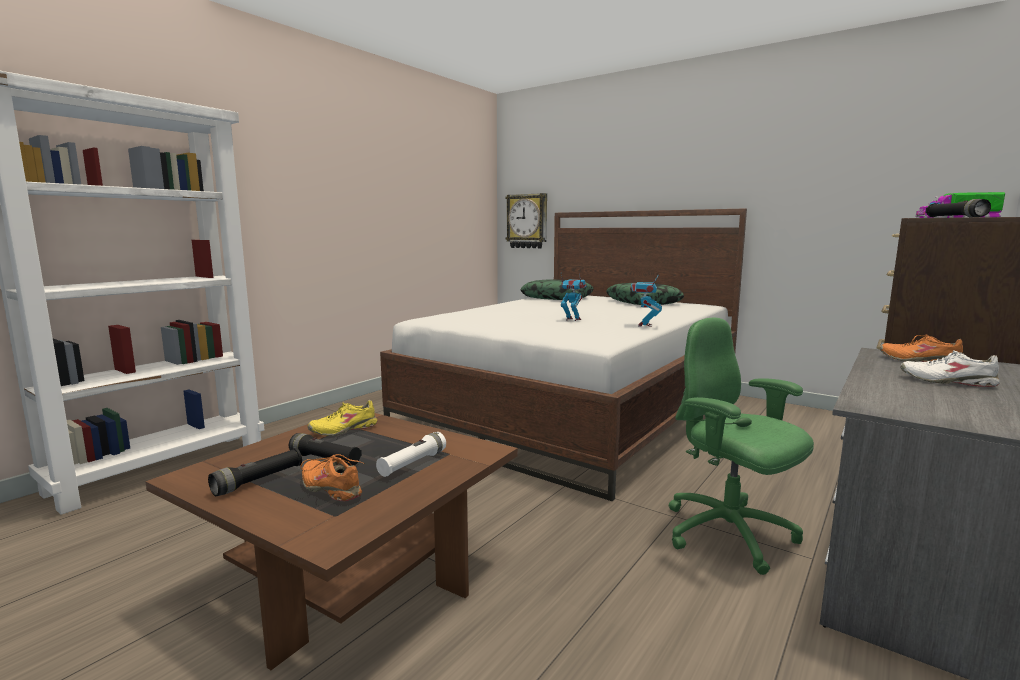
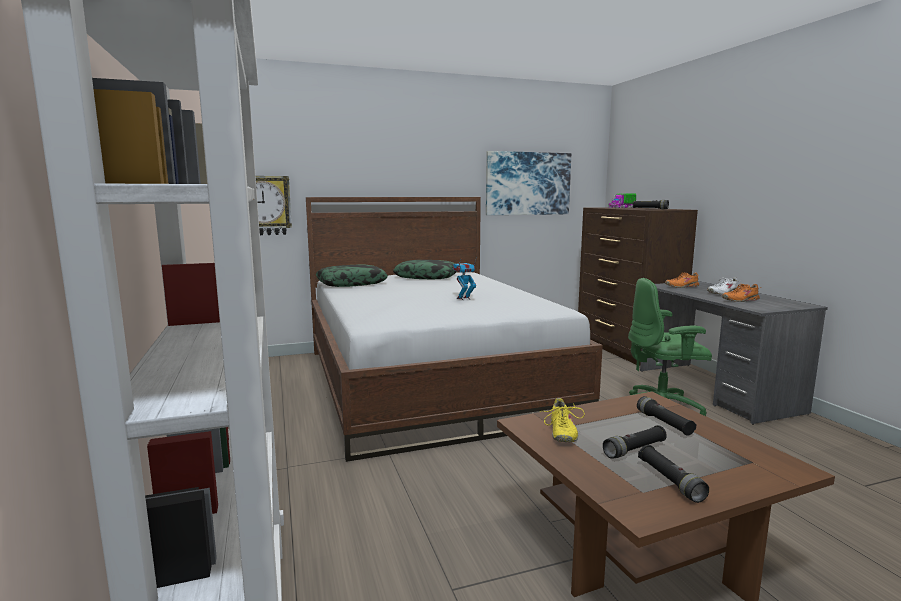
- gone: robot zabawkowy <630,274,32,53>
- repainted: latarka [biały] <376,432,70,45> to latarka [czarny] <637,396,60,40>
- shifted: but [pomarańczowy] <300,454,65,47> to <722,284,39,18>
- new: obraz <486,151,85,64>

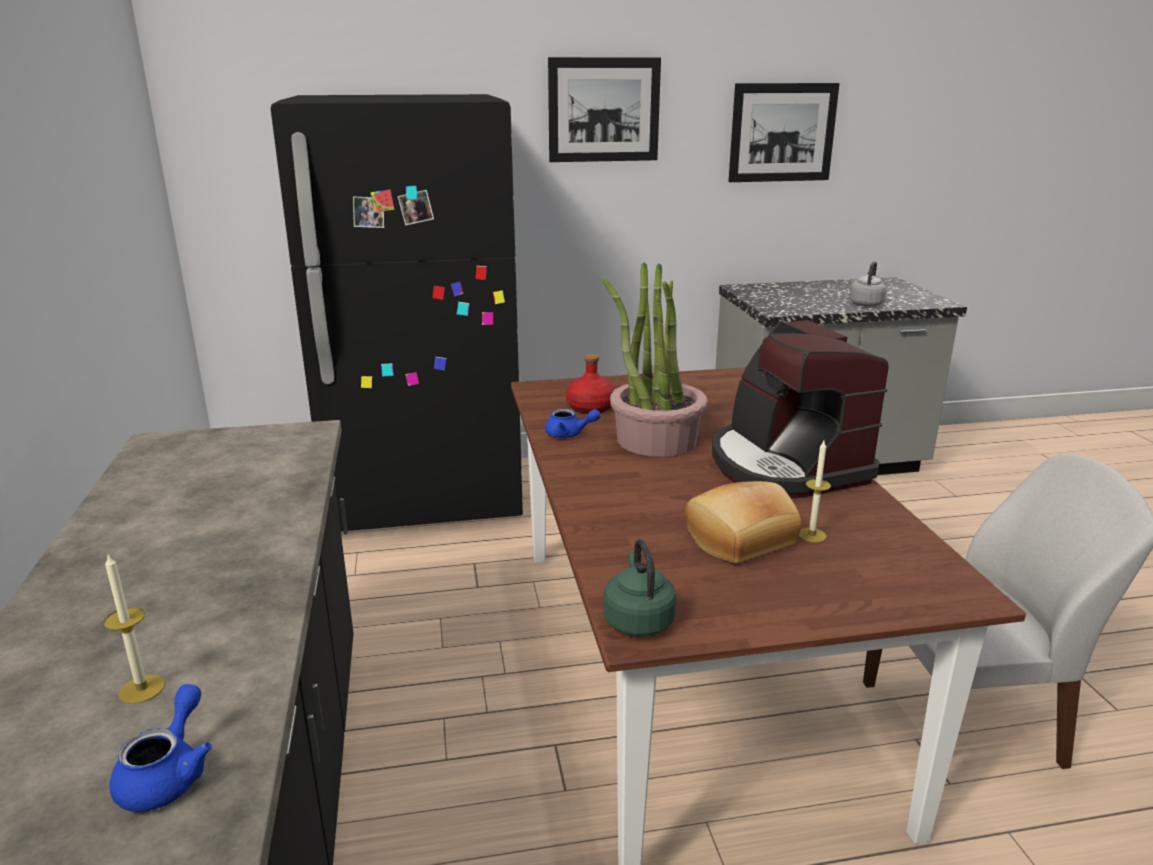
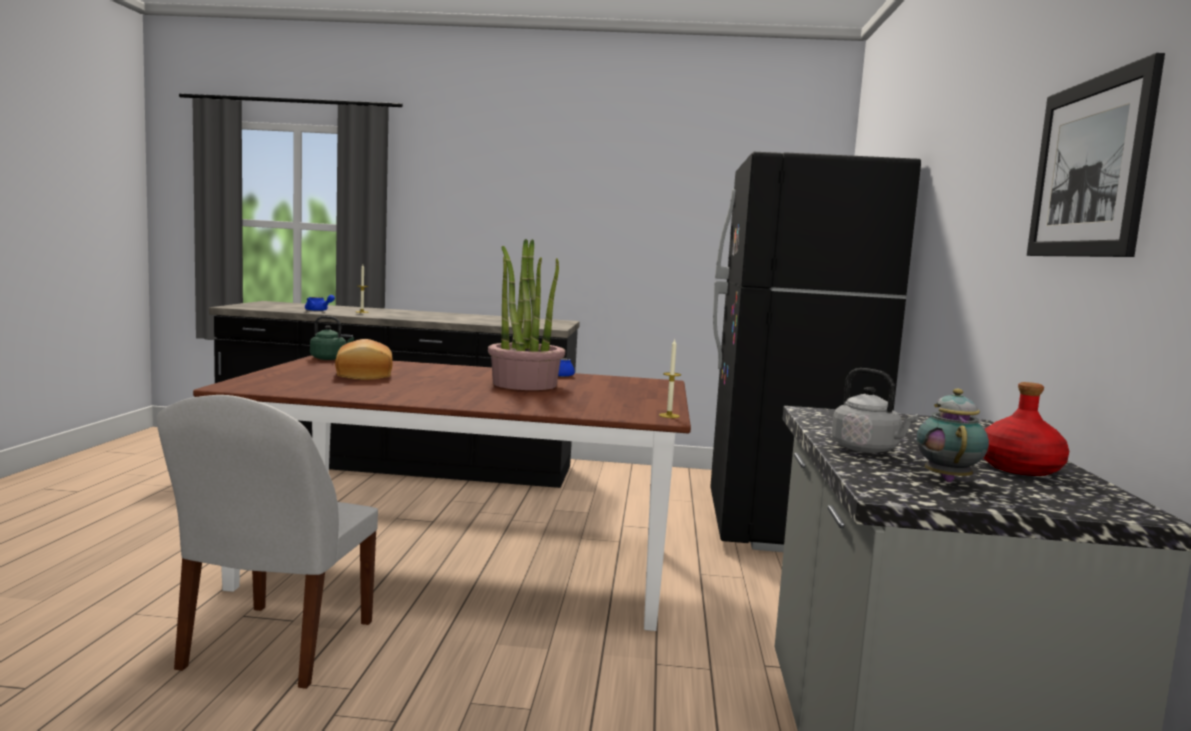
- gone: obraz <548,57,113,105>
- gone: ekspres do kawy <712,320,177,178>
- shifted: butelka [czerwony] <566,354,49,60> to <983,382,86,94>
- shifted: świeca <798,441,33,102> to <659,339,22,79>
- new: imbryk <916,388,73,94>

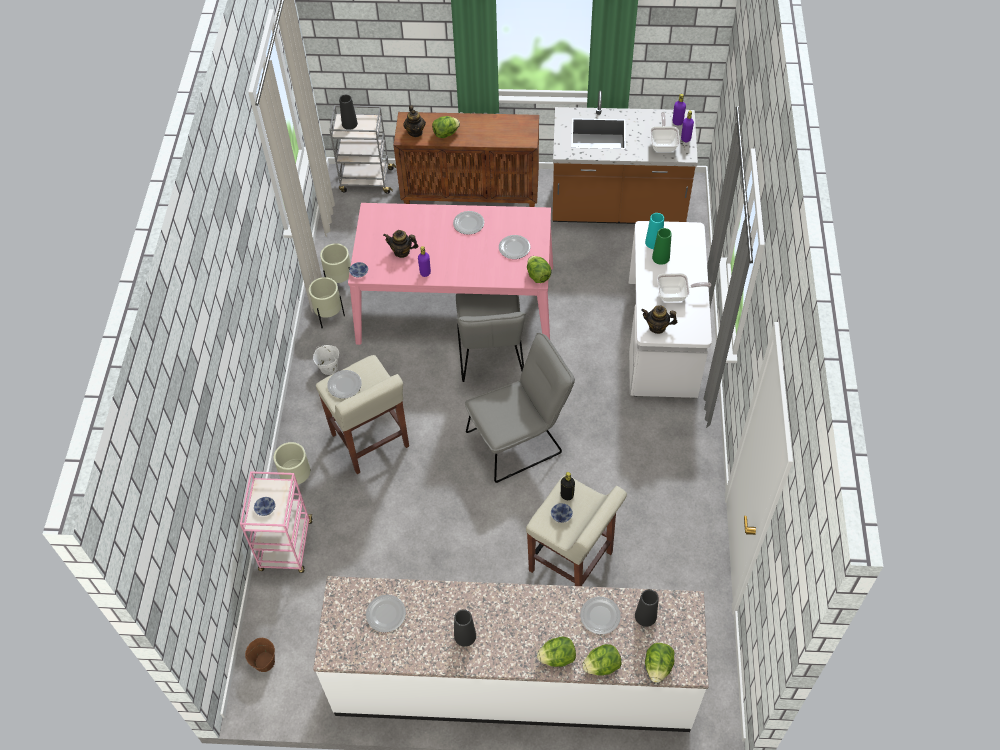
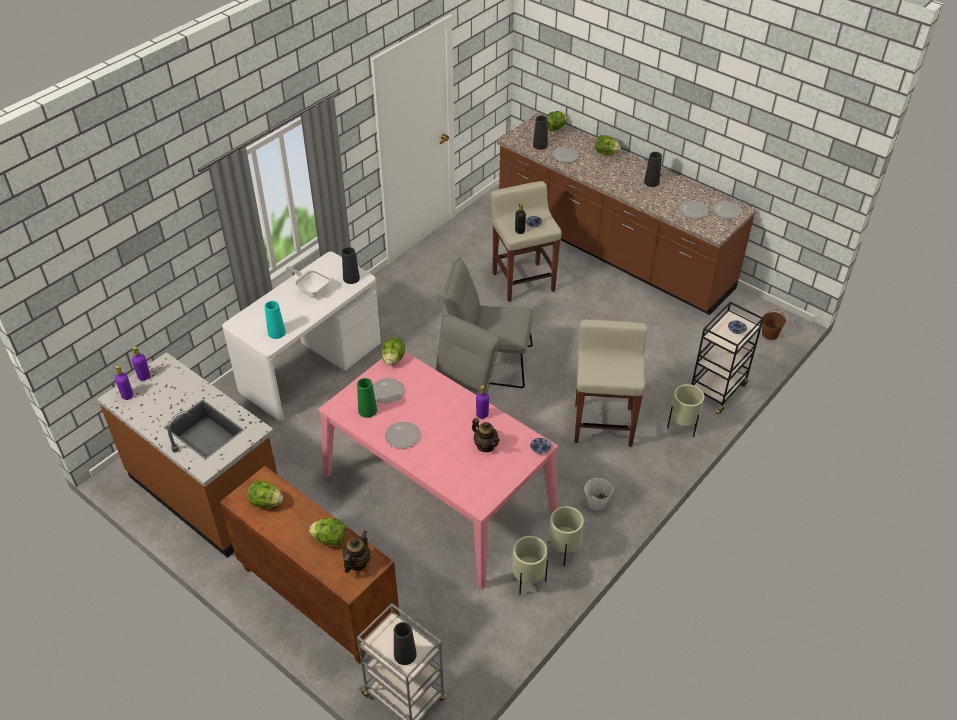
- gone: patelnia <650,112,30,40>
- shifted: wazon [zielony] <652,228,20,37> to <357,378,20,40>
- swapped: imbryk <641,305,36,29> to wazon [czarny] <342,247,18,37>
- shifted: talerz <327,370,35,29> to <712,201,30,18>
- repainted: wózek [różowy] <240,471,73,102> to wózek [czarny] <691,302,73,112>
- repainted: zabudowa kuchenna [biały] <313,576,396,156> to zabudowa kuchenna [brązowy] <497,113,259,202>
- shifted: sałata <582,644,40,32> to <247,481,36,27>

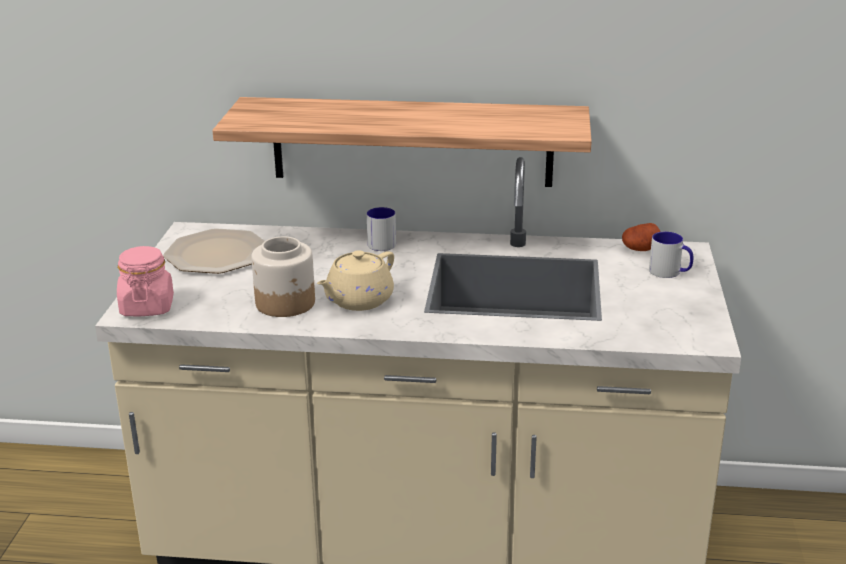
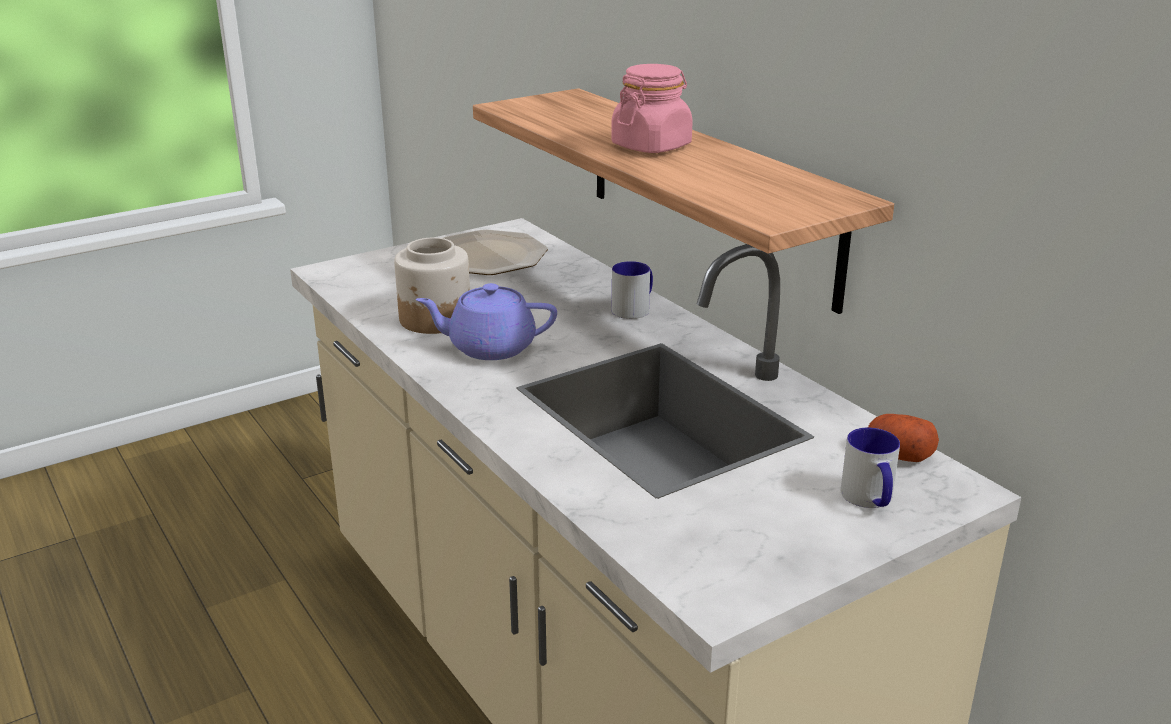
- shifted: słoik [różowy] <117,246,57,70> to <611,64,82,89>
- repainted: imbryk [beżowy] <317,250,77,61> to imbryk [fioletowy] <416,283,141,77>

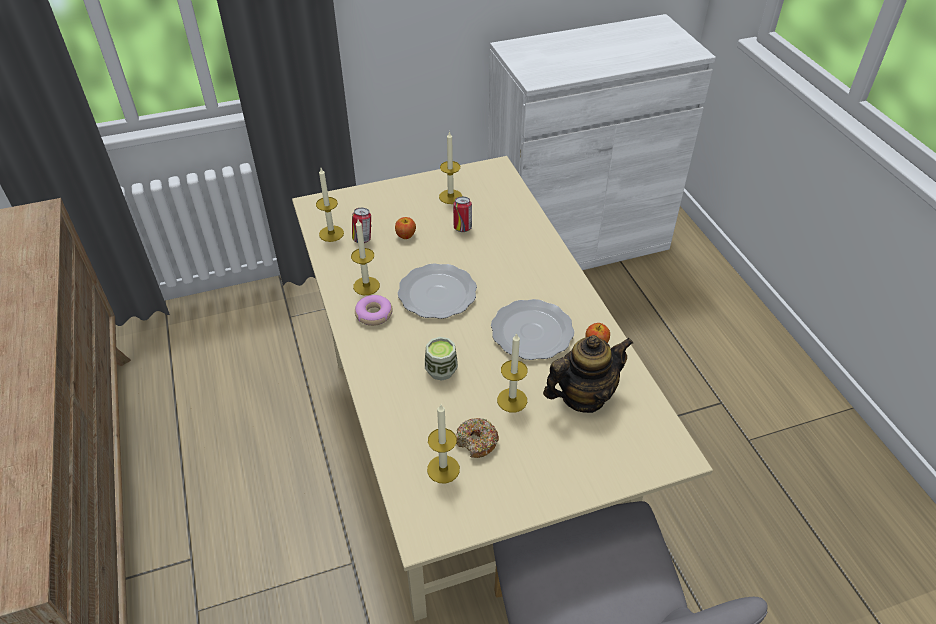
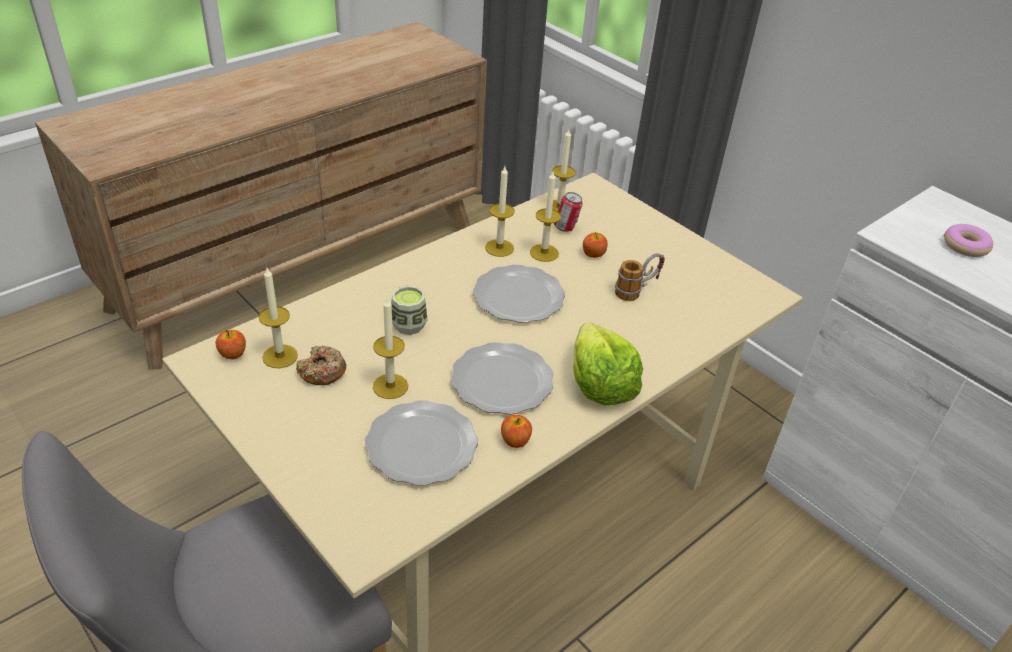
- shifted: świeca <439,131,23,73> to <530,172,31,90>
- swapped: puszka <453,197,19,35> to kubek <615,253,50,48>
- shifted: donut <355,295,38,31> to <944,224,49,33>
- swapped: imbryk <543,335,90,78> to talerz <365,400,113,86>
- new: sałata <573,323,70,82>
- new: jabłko <216,330,30,30>

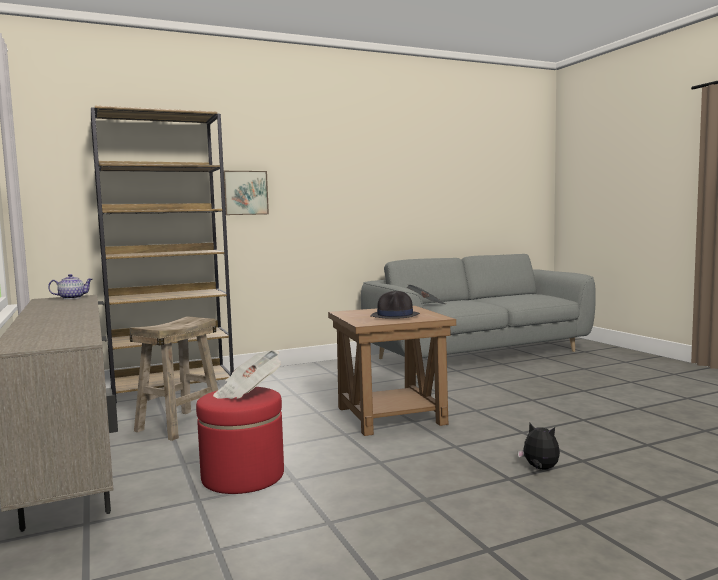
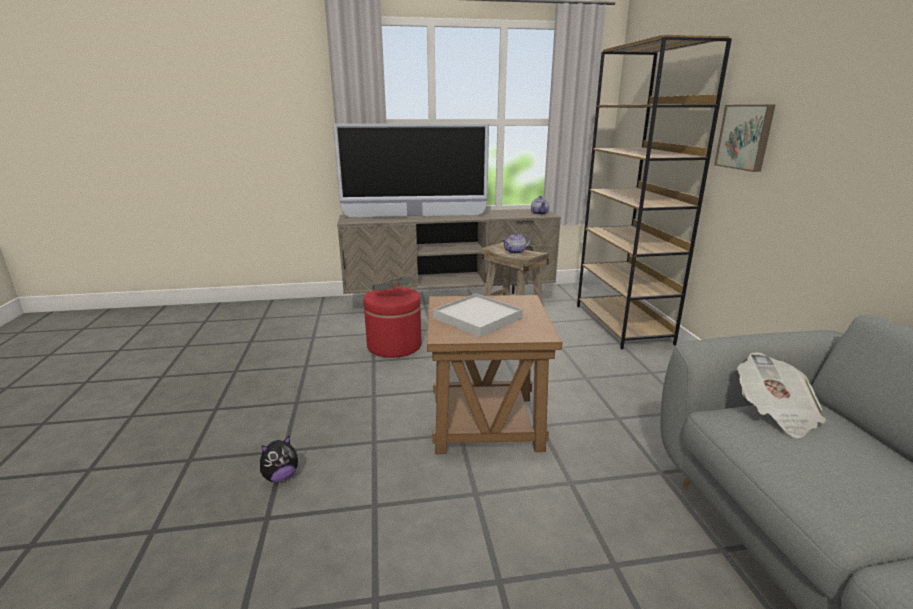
- swapped: kapelusz [czarny] <371,291,49,28> to taca [biały] <433,294,90,43>
- new: telewizor <333,123,156,95>
- new: imbryk <502,232,28,22>

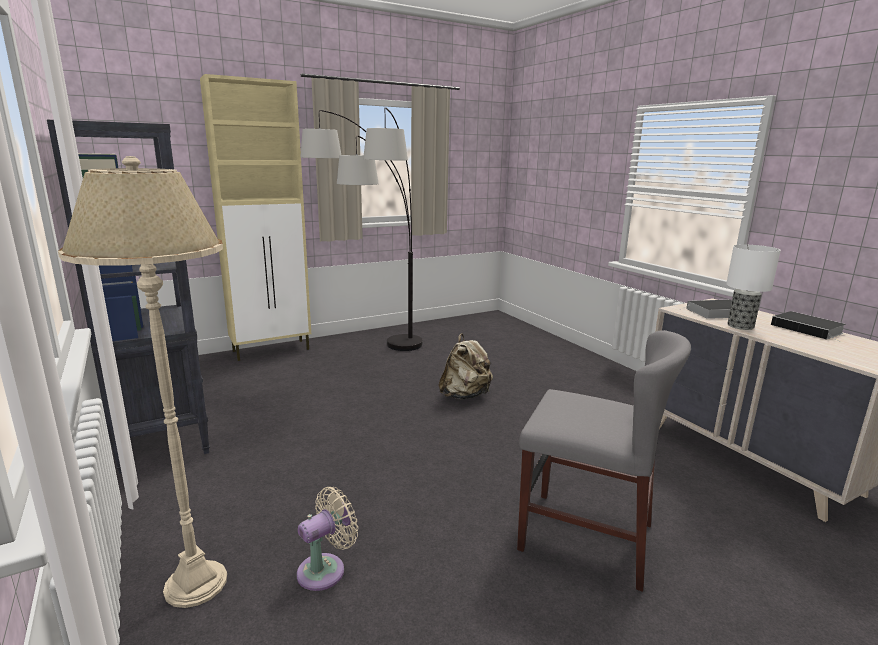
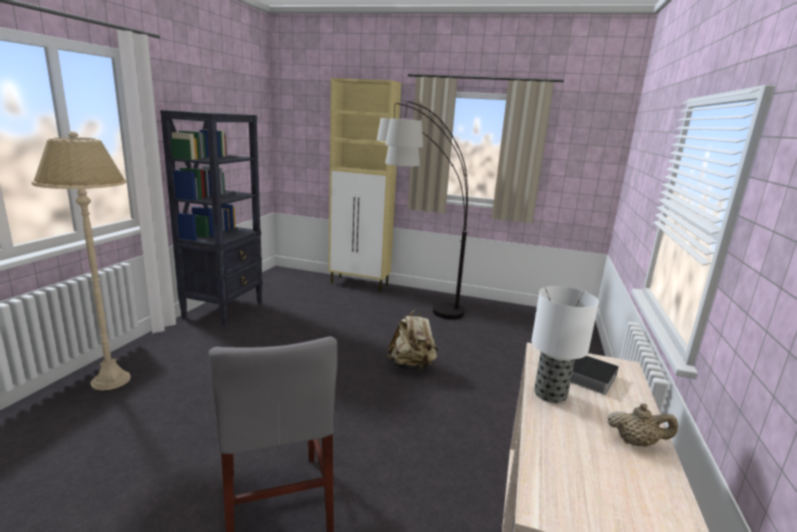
- swapped: książka <771,311,75,31> to imbryk [beżowy] <607,403,71,44>
- gone: wentylator [beżowy] <297,487,61,104>

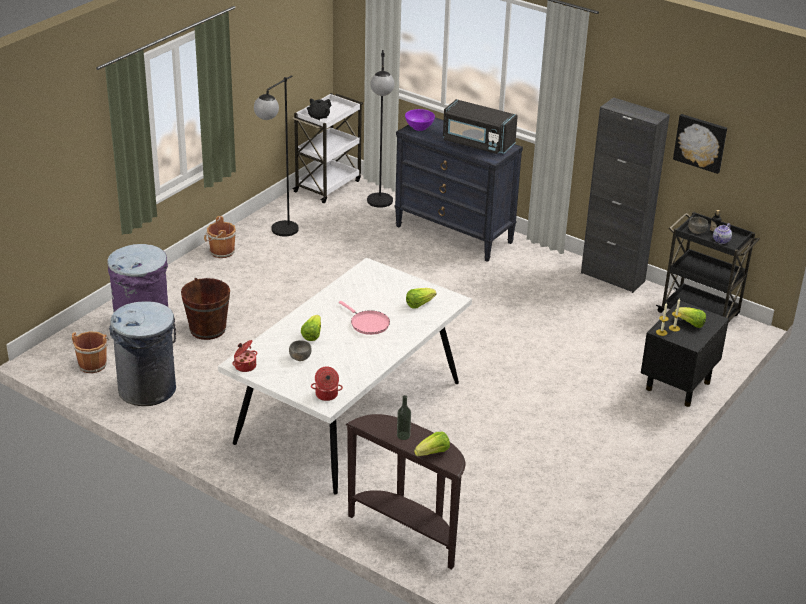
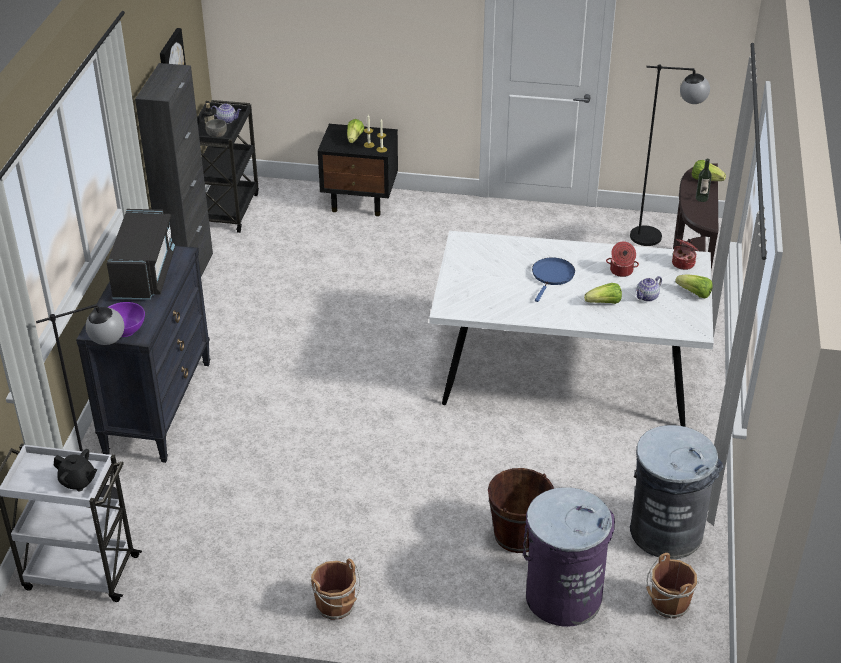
- shifted: lampa stojąca [czarny] <254,75,45,162> to <630,65,80,181>
- shifted: sałata <406,288,31,21> to <675,274,38,25>
- repainted: patelnia [różowy] <339,301,51,34> to patelnia [niebieski] <532,257,43,45>
- shifted: garnek <232,340,25,32> to <606,241,33,36>
- swapped: miska [szary] <289,340,23,21> to imbryk <635,276,27,26>

